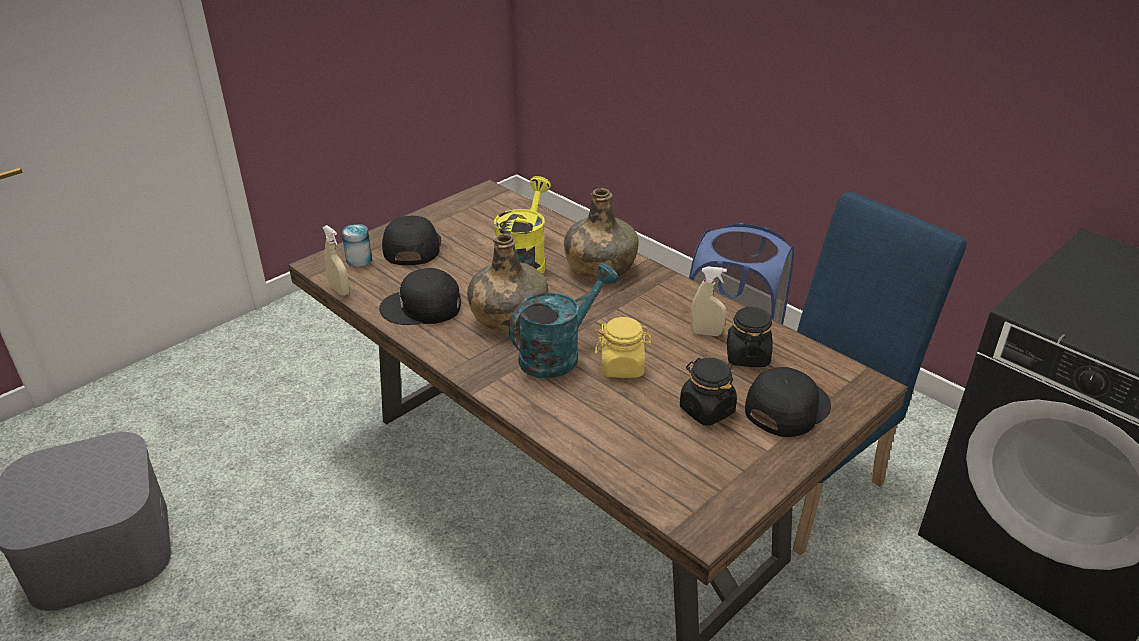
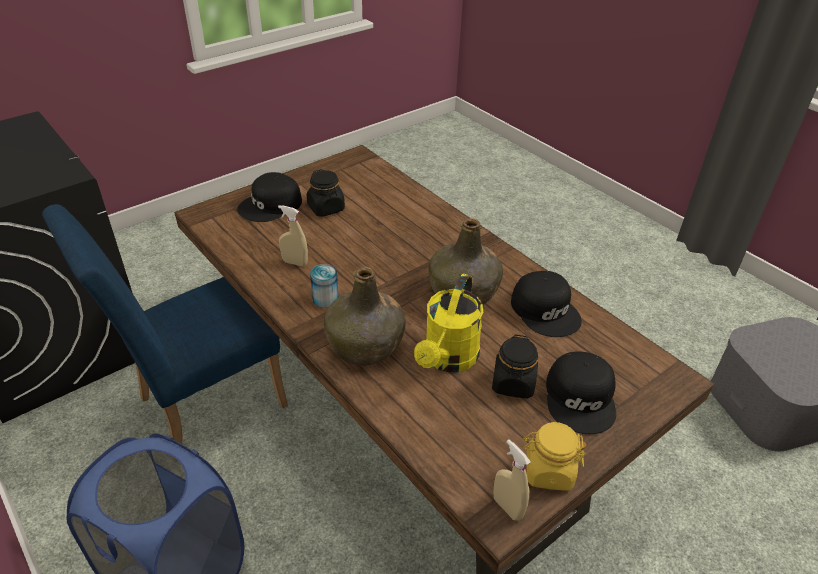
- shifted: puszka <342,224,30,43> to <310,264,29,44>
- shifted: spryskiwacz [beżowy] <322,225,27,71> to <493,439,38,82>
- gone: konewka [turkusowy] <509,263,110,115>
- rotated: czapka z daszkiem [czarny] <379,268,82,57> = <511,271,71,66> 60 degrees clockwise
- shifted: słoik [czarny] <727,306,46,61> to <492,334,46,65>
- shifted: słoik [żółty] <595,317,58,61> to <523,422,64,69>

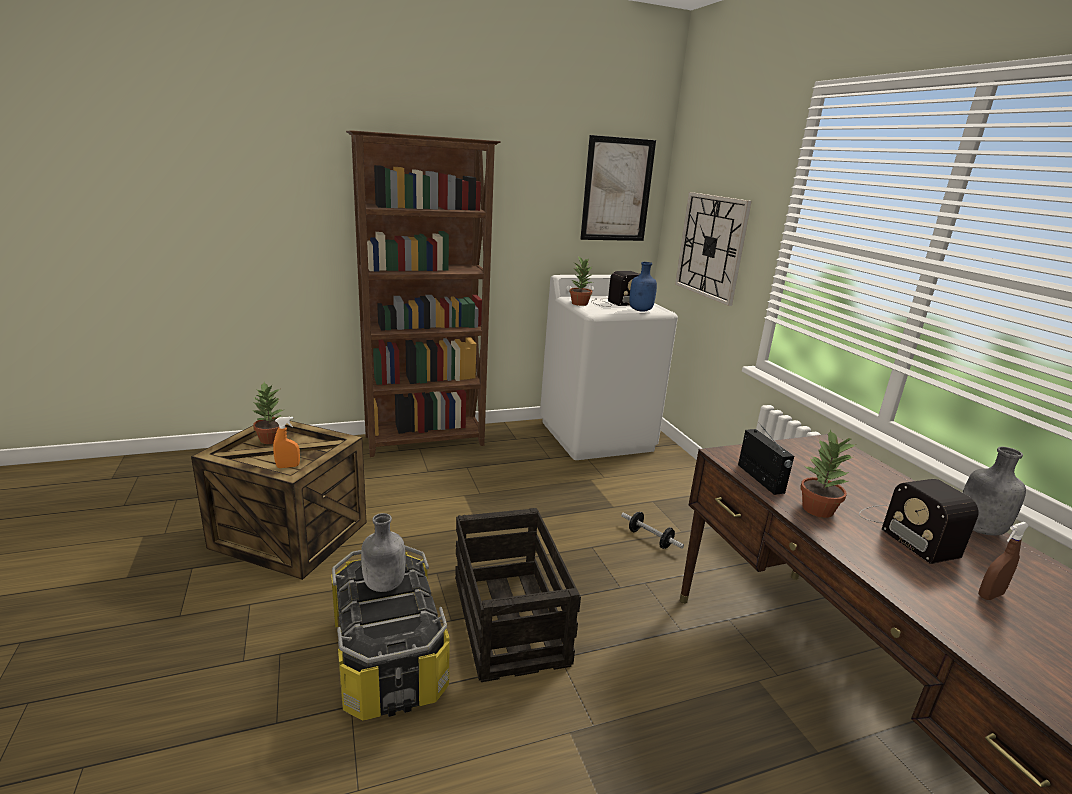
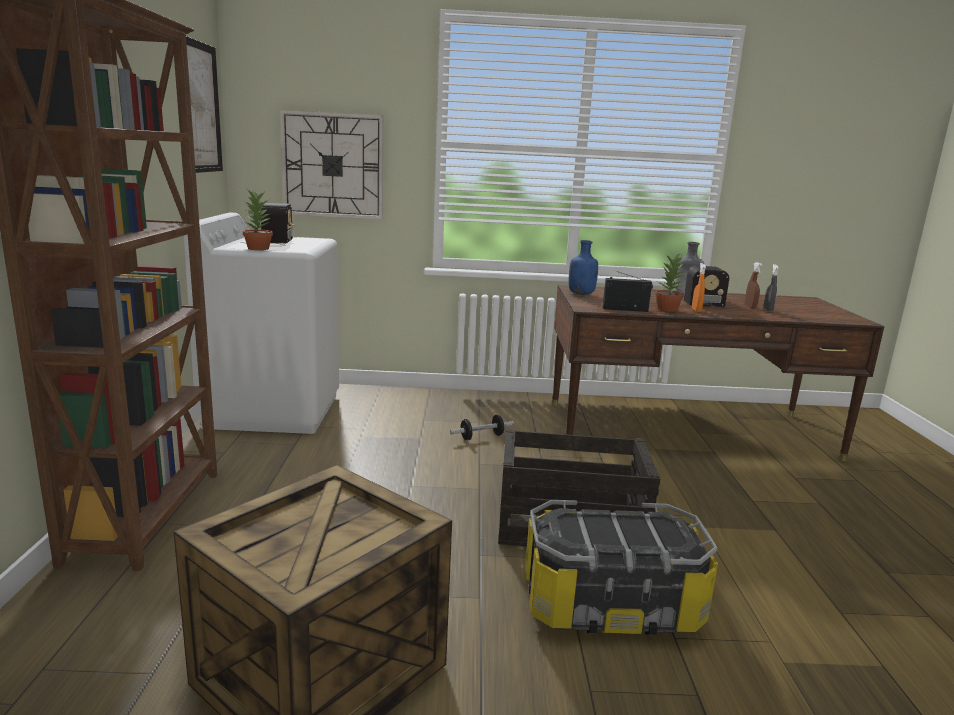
- shifted: butelka [niebieski] <629,262,28,50> to <568,240,30,55>
- gone: roślina doniczkowa <253,382,33,62>
- shifted: spryskiwacz [pomarańczowy] <273,417,27,51> to <692,263,14,49>
- gone: butelka [szary] <361,513,45,79>
- new: spryskiwacz [szary] <764,264,15,48>

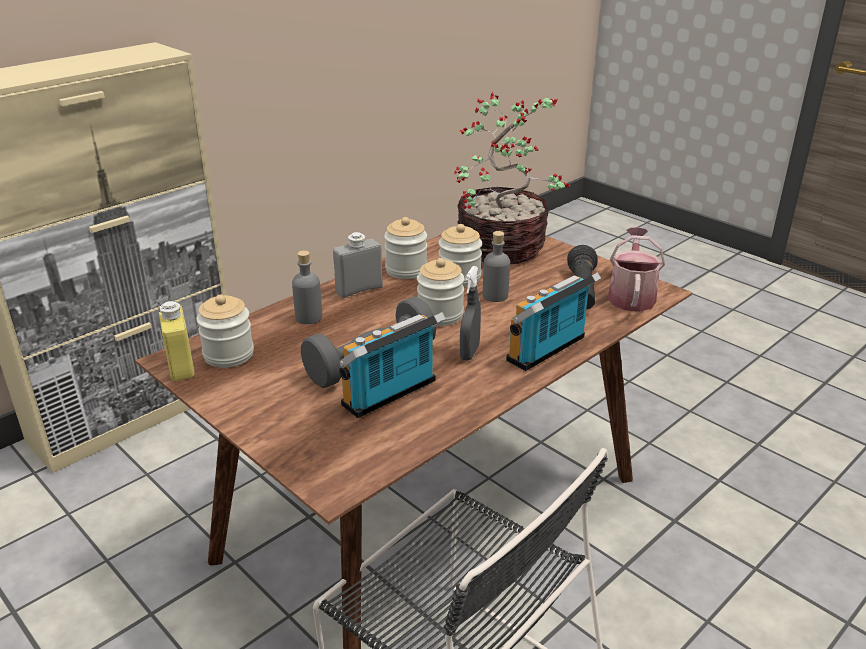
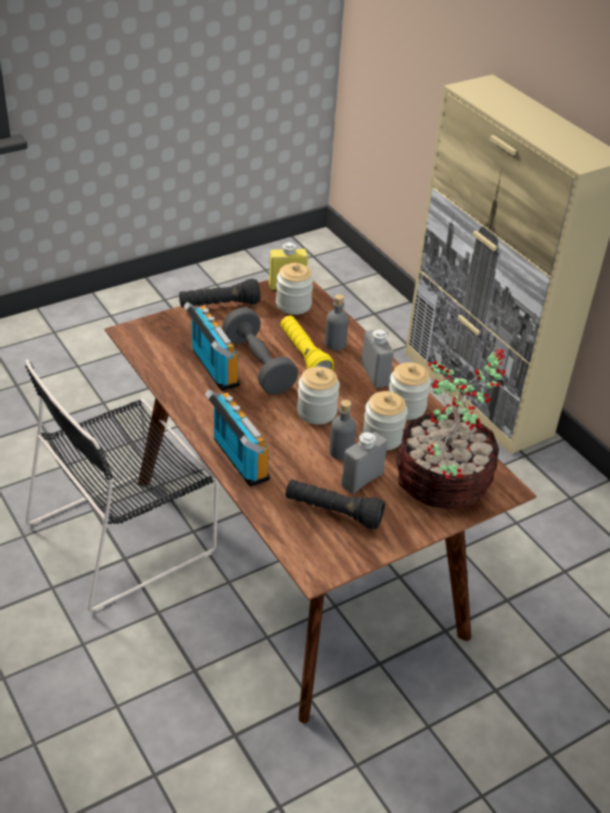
- gone: konewka <608,227,57,85>
- gone: spryskiwacz [szary] <460,266,21,94>
- new: latarka [czarny] <179,279,81,29>
- new: latarka [żółty] <281,316,53,55>
- new: butelka [szary] <341,432,47,62>

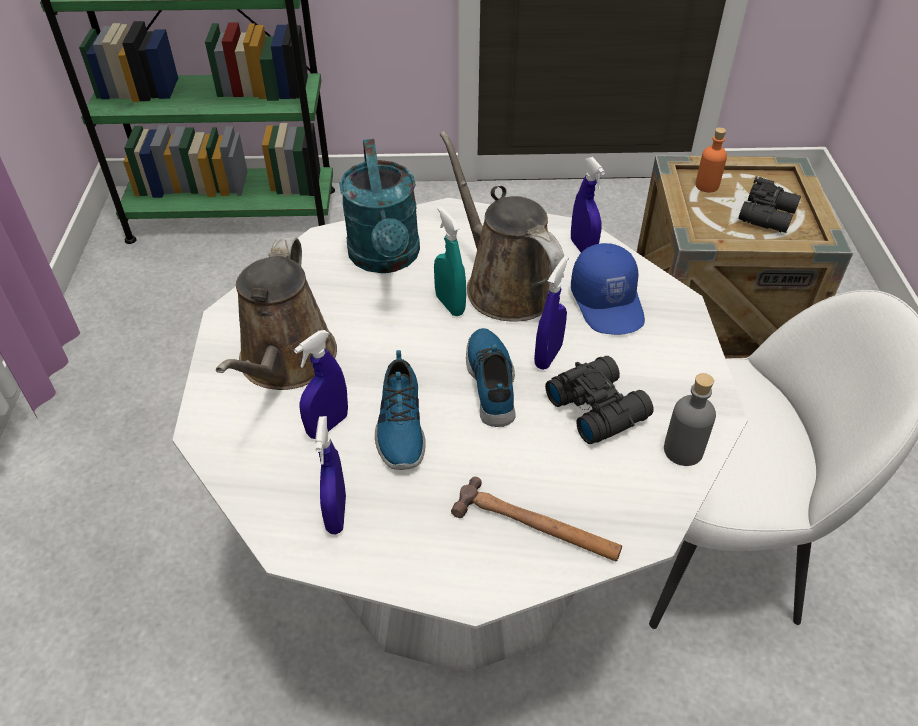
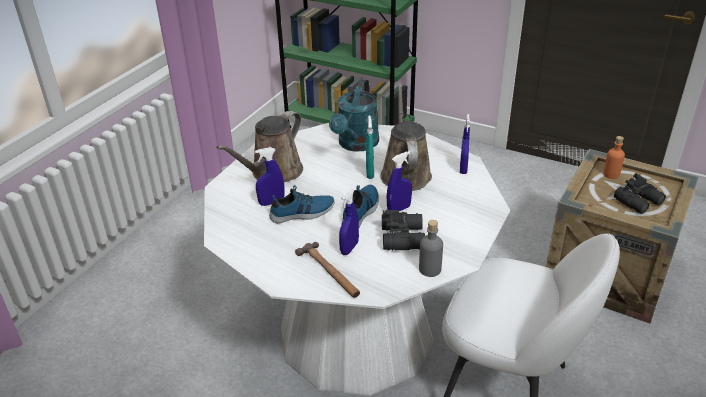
- gone: czapka z daszkiem [niebieski] <571,243,74,92>
- rotated: but <375,350,51,120> = <270,185,64,38> 135 degrees counterclockwise
- shifted: spryskiwacz [niebieski] <315,416,31,118> to <339,189,20,66>

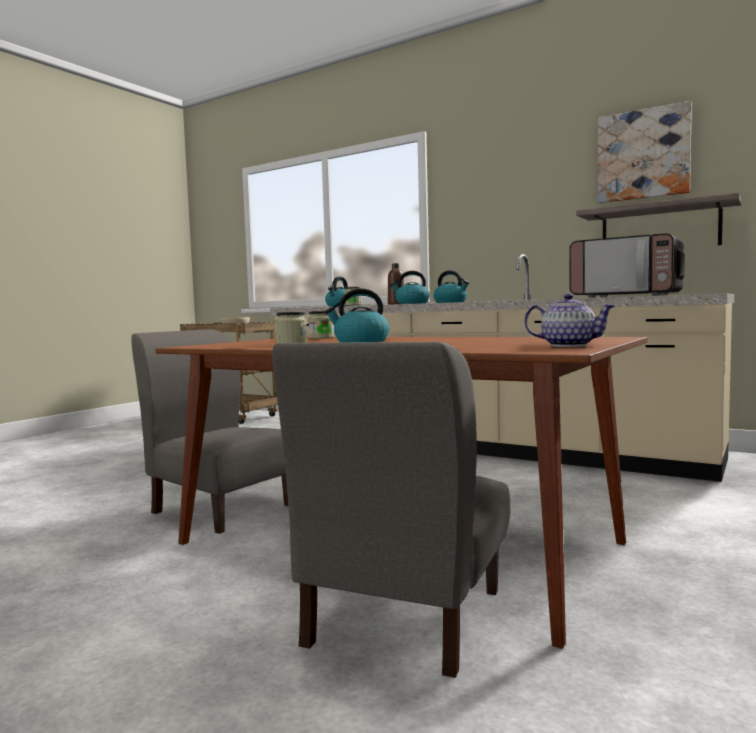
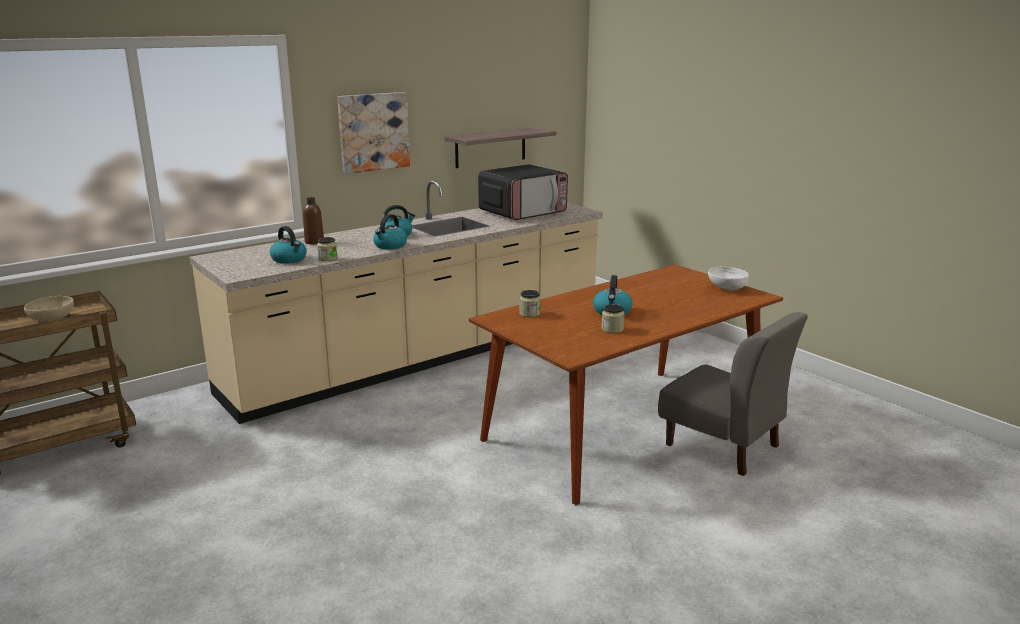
- shifted: obraz <598,101,94,102> to <337,92,73,82>
- swapped: imbryk <524,294,91,53> to miska [biały] <708,267,41,23>
- gone: krzesło [szary] <131,329,157,205>

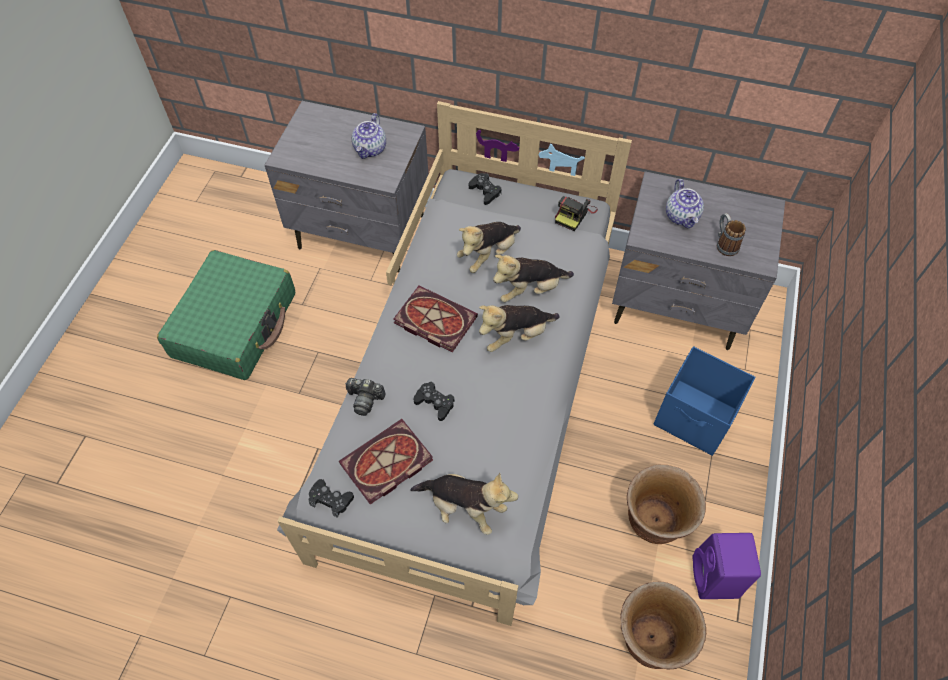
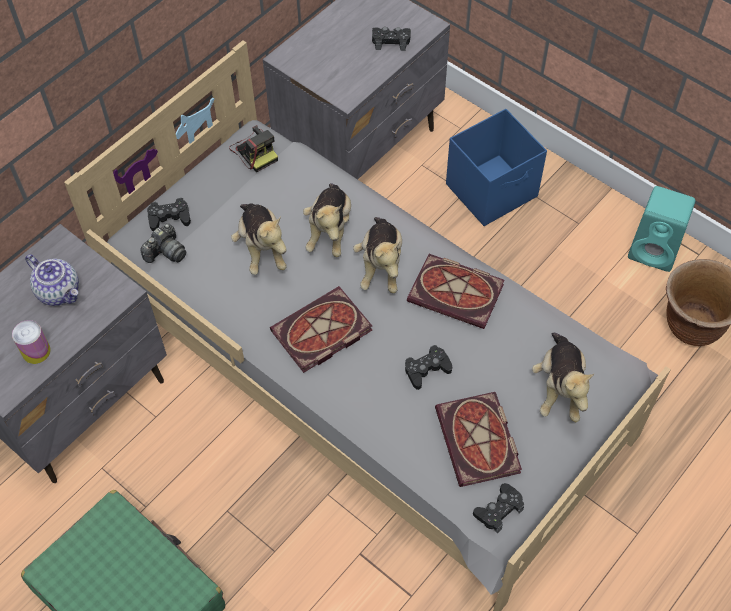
- gone: imbryk <666,179,38,50>
- swapped: kubek <717,213,29,43> to pad do gier [czarny] <372,27,39,24>
- shifted: aparat fotograficzny <345,378,41,38> to <140,223,46,40>
- gone: donica [brązowy] <627,465,79,79>
- rotated: pluszak <411,473,107,62> = <532,333,62,89> 135 degrees clockwise
- repainted: głośnik [fioletowy] <693,533,68,66> to głośnik [turkusowy] <628,186,67,86>
- new: książka <407,254,97,75>
- new: puszka <12,320,39,44>

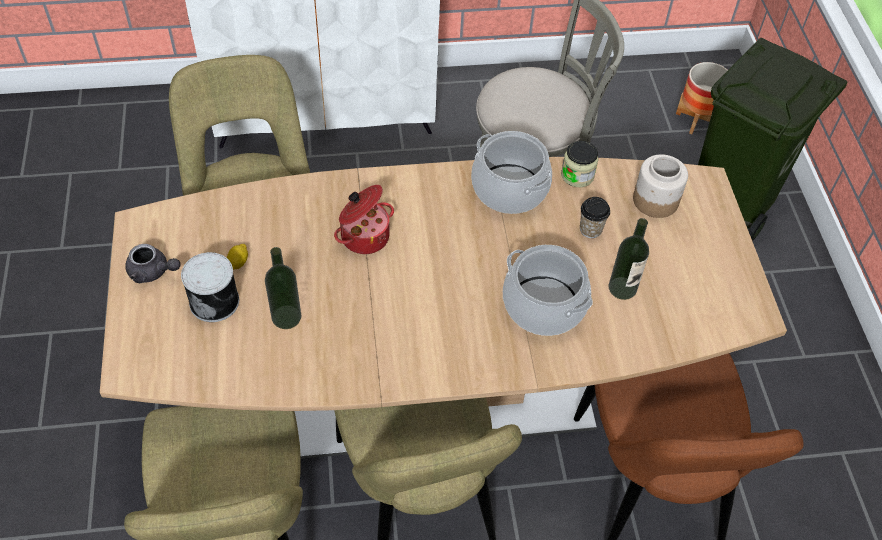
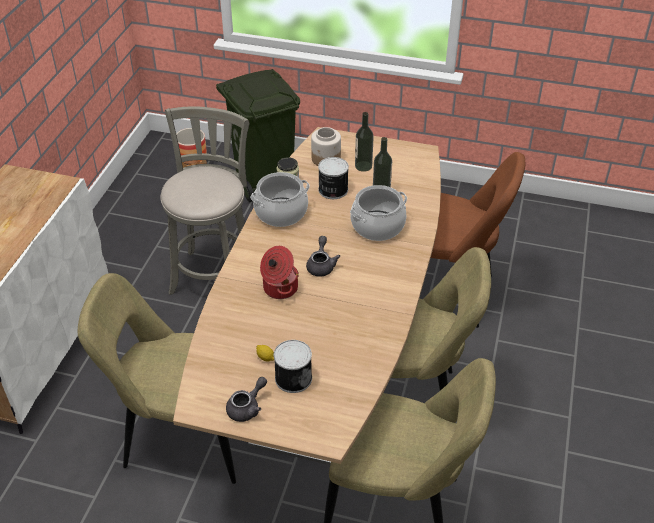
- swapped: filiżanka <580,197,30,41> to puszka <318,157,31,42>
- shifted: butelka <265,247,36,82> to <355,112,19,60>
- new: imbryk [szary] <306,236,34,41>

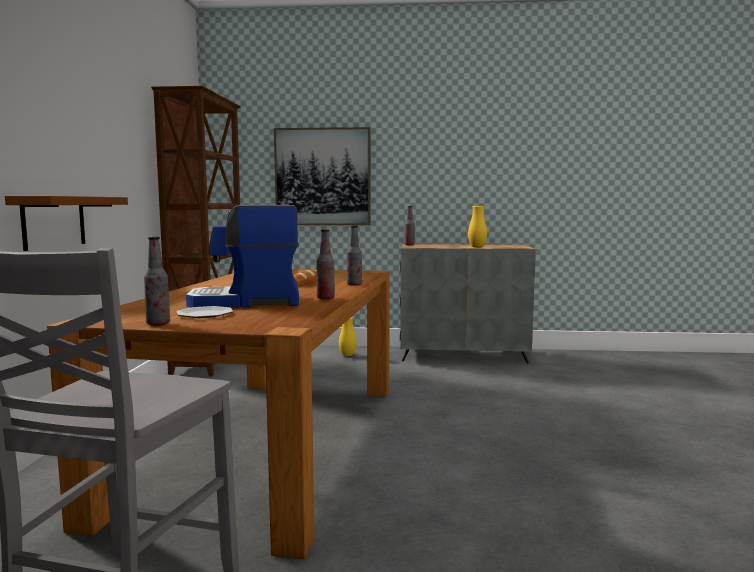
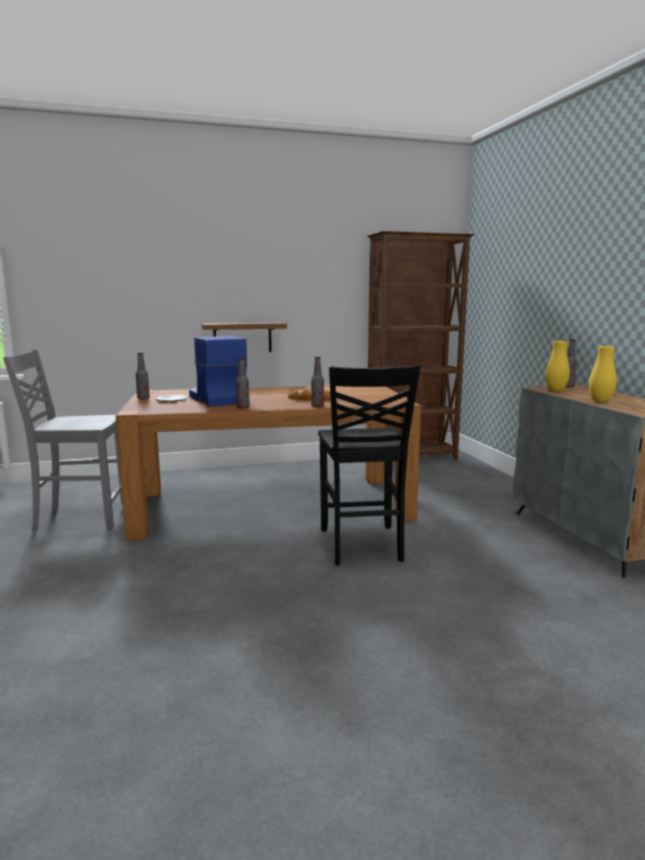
- gone: obraz <274,127,97,98>
- shifted: wazon [żółty] <339,317,18,39> to <545,341,25,50>
- new: krzesło [czarny] <318,365,103,201>

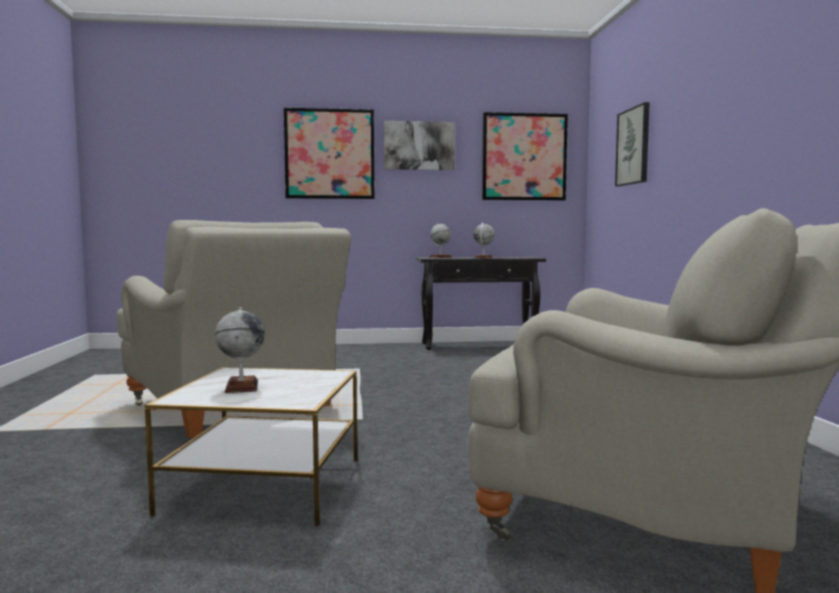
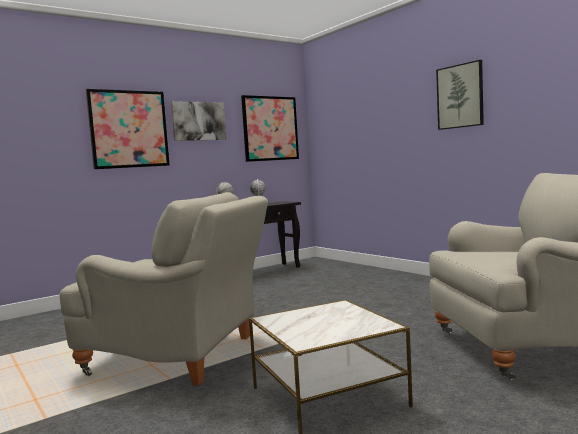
- shifted: obraz <615,102,34,84> to <436,60,48,70>
- gone: globus <215,307,50,86>

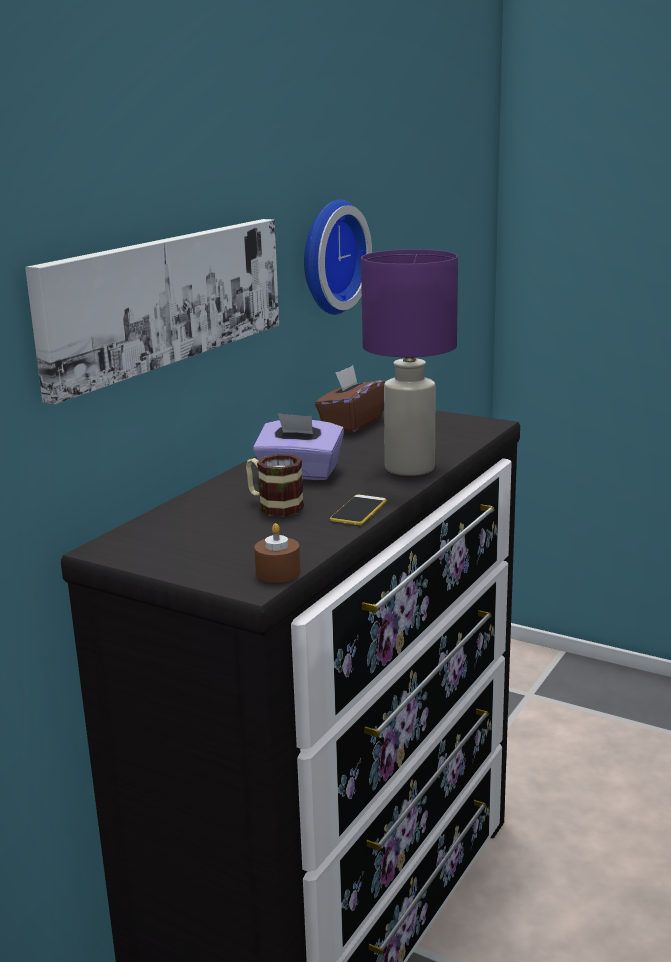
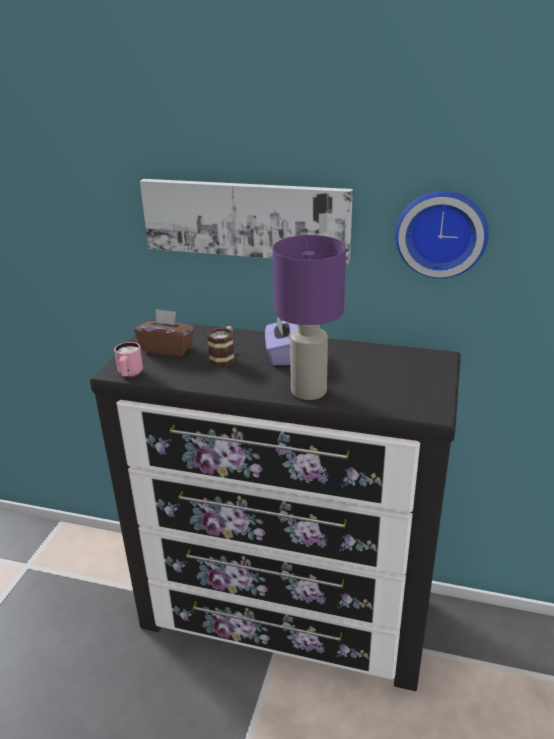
- shifted: pudełko chusteczek [brązowy] <315,365,71,68> to <134,309,61,48>
- gone: telefon <330,495,57,30>
- swapped: świeca [brązowy] <254,523,46,60> to kubek [różowy] <114,342,29,36>

